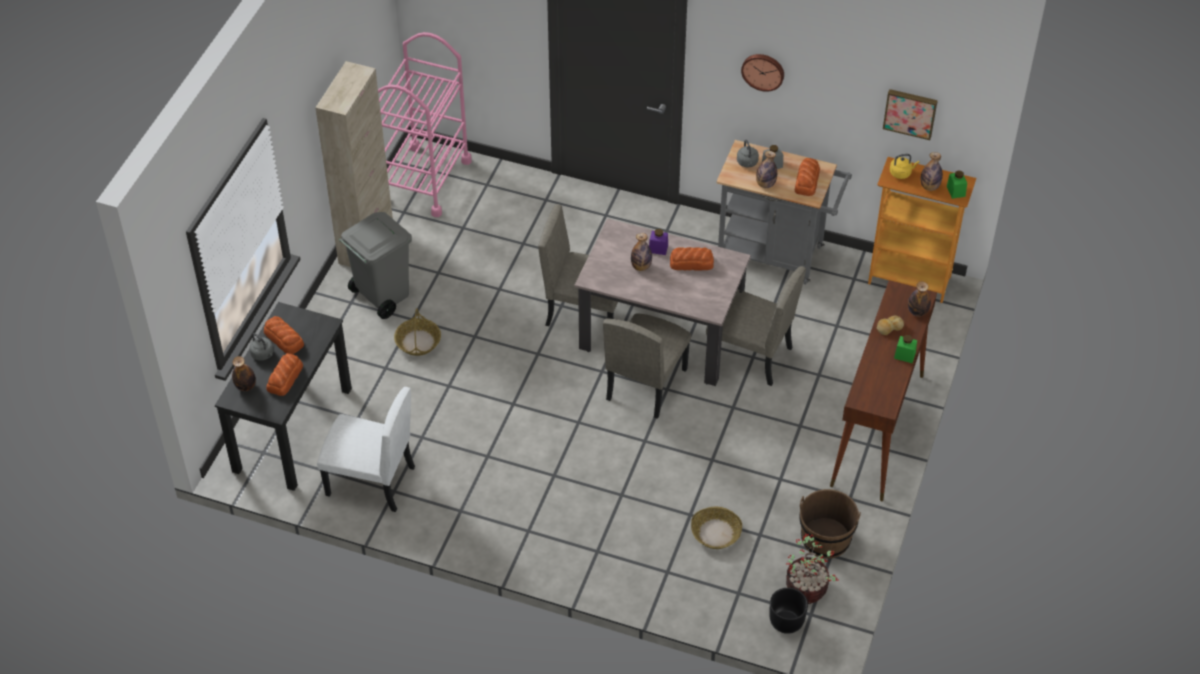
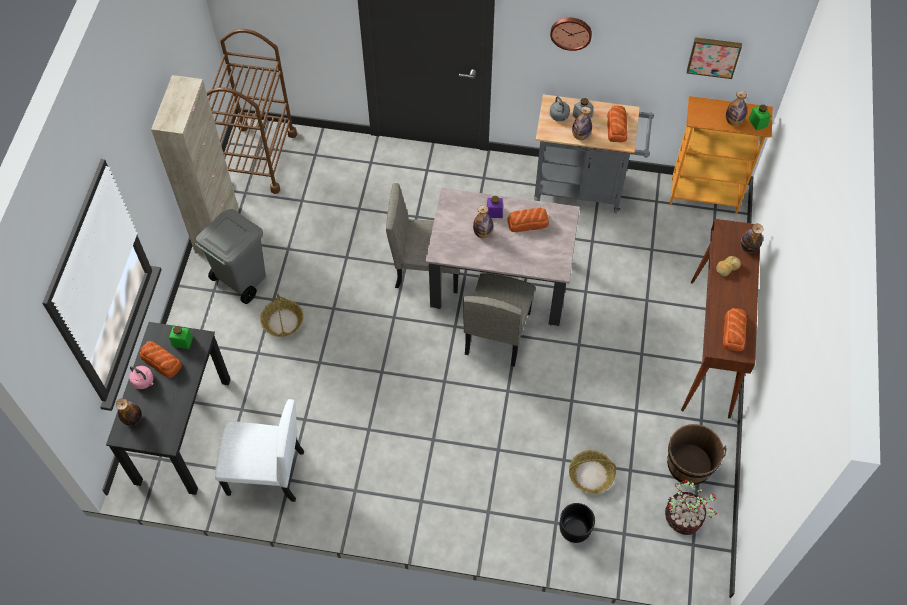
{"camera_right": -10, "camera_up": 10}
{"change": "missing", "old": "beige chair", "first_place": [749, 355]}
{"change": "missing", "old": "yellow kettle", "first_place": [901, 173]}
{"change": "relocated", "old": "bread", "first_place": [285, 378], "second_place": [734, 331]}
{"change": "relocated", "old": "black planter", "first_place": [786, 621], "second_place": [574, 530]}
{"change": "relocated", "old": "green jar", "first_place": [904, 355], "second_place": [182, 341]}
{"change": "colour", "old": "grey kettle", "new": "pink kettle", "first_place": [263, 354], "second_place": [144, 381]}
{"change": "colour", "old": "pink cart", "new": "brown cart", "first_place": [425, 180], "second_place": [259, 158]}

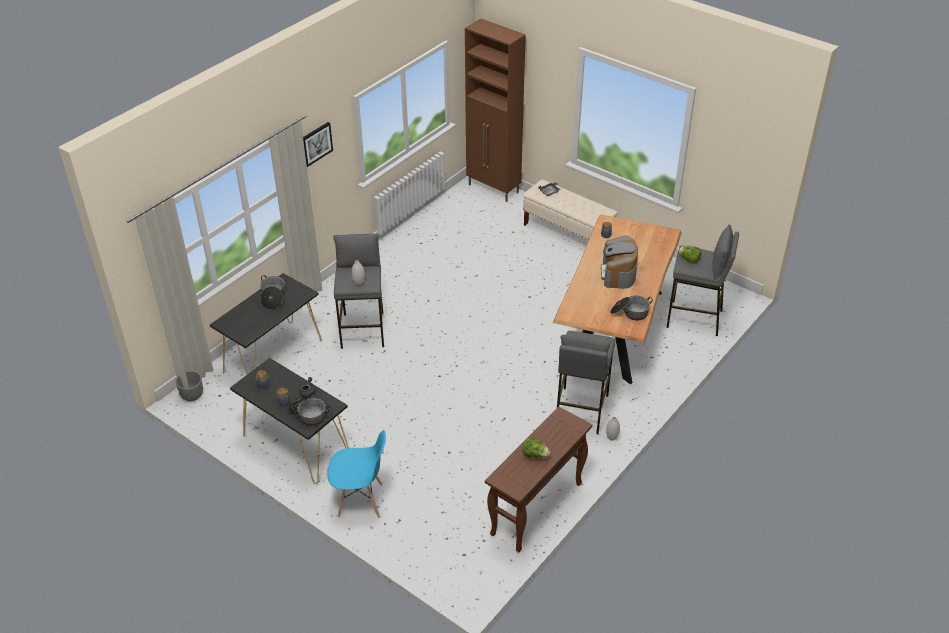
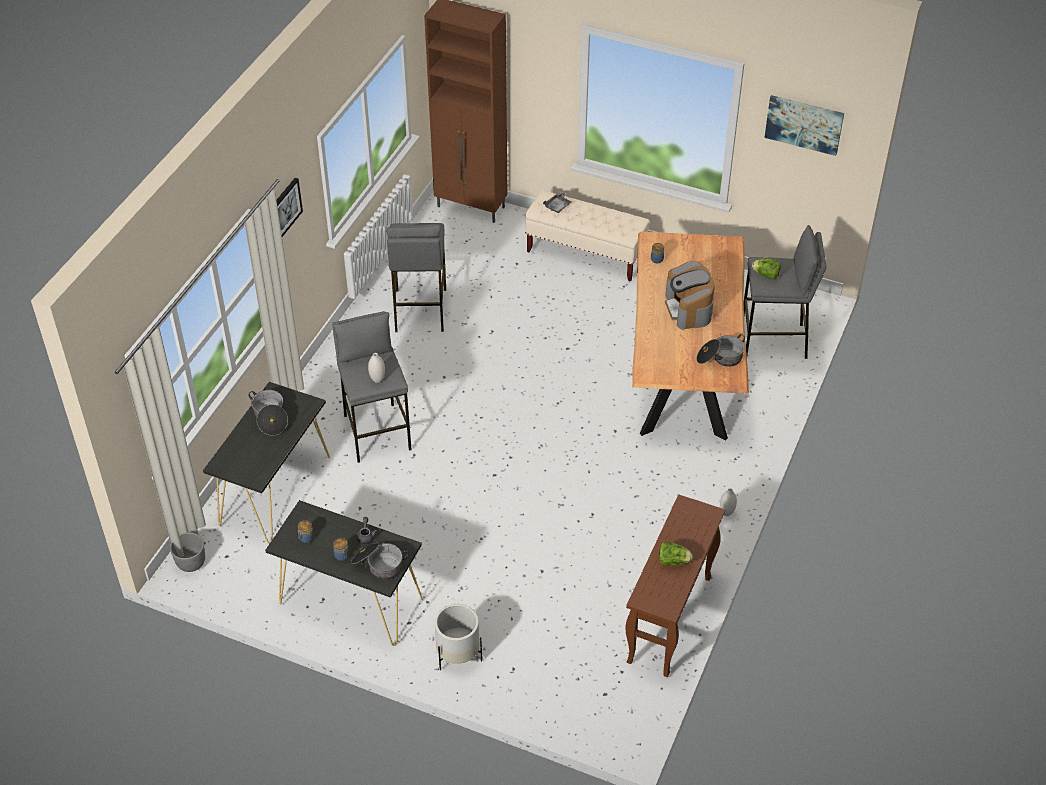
{"camera_right": -15, "camera_up": 5}
{"change": "appeared", "new": "picture", "second_place": [804, 124]}
{"change": "relocated", "old": "grey stool", "first_place": [580, 410], "second_place": [419, 310]}
{"change": "exchanged", "old": "blue chair", "new": "white planter", "first_place": [361, 501], "second_place": [458, 655]}

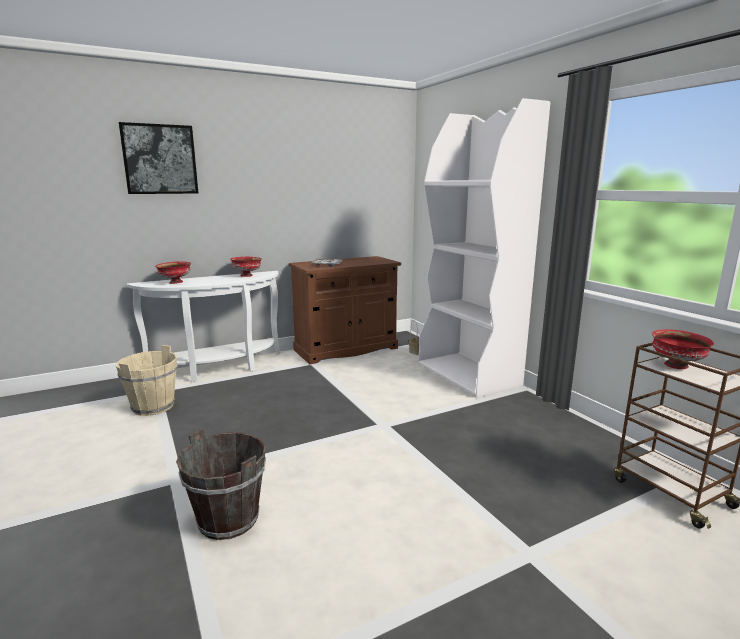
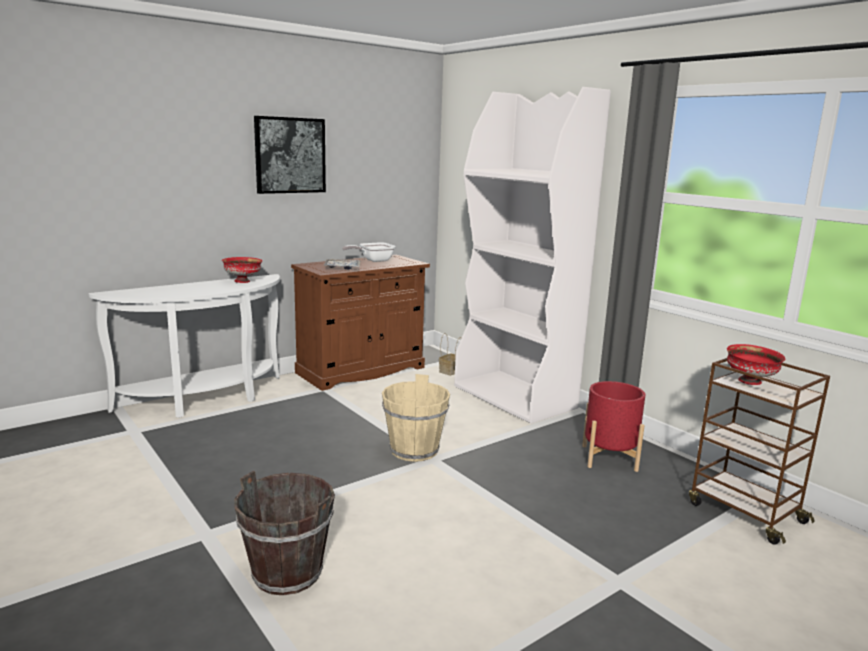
{"camera_right": -10, "camera_up": 0}
{"change": "missing", "old": "red bowl", "first_place": [175, 282]}
{"change": "appeared", "new": "frying pan", "second_place": [373, 260]}
{"change": "appeared", "new": "red planter", "second_place": [609, 458]}
{"change": "relocated", "old": "beige bucket", "first_place": [153, 407], "second_place": [414, 450]}
{"change": "relocated", "old": "picture", "first_place": [160, 159], "second_place": [290, 155]}

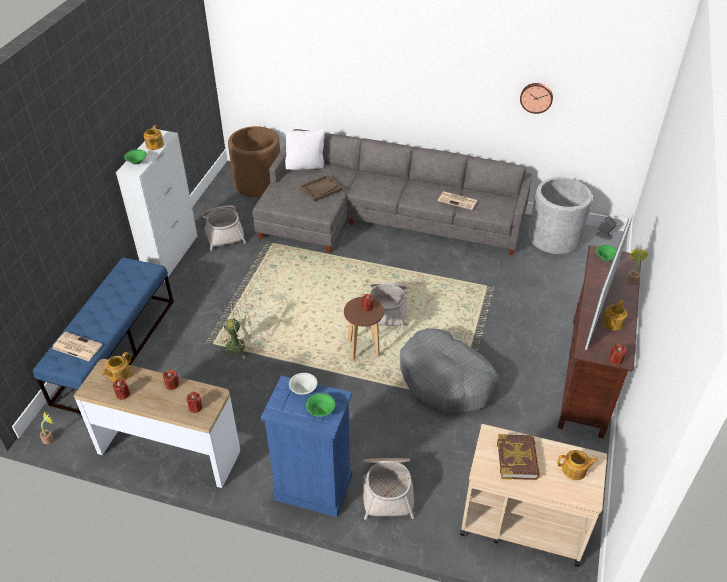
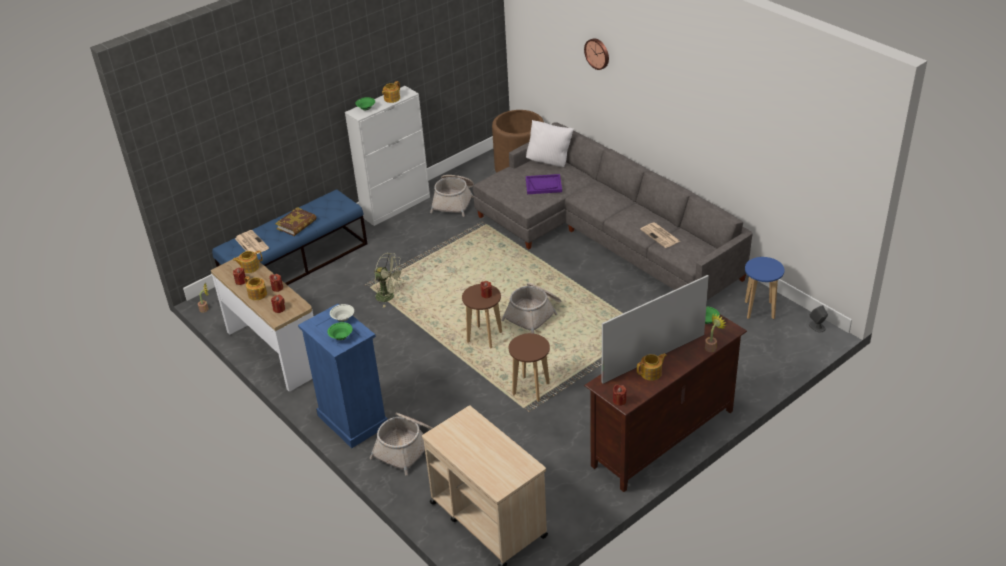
{"camera_right": 35, "camera_up": -5}
{"change": "relocated", "old": "book", "first_place": [517, 459], "second_place": [297, 224]}
{"change": "relocated", "old": "wall clock", "first_place": [536, 97], "second_place": [597, 53]}
{"change": "relocated", "old": "teapot", "first_place": [574, 470], "second_place": [257, 294]}
{"change": "exchanged", "old": "grey dog bed", "new": "brown stool", "first_place": [446, 380], "second_place": [530, 389]}
{"change": "exchanged", "old": "grey planter", "new": "blue stool", "first_place": [554, 238], "second_place": [759, 310]}
{"change": "colour", "old": "brown tray", "new": "purple tray", "first_place": [321, 189], "second_place": [543, 185]}

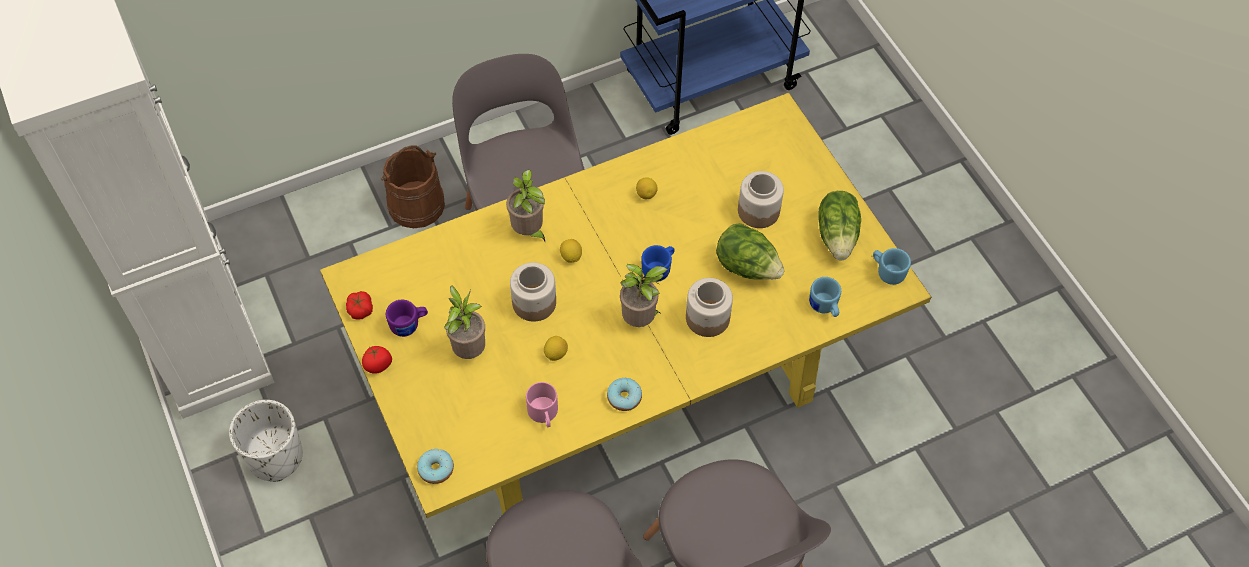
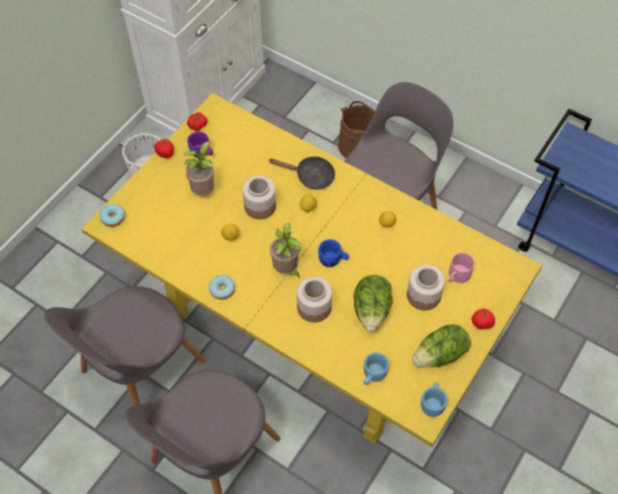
{"camera_right": 60, "camera_up": 0}
{"change": "appeared", "new": "tomato", "second_place": [482, 323]}
{"change": "relocated", "old": "pink mug", "first_place": [544, 414], "second_place": [457, 276]}
{"change": "exchanged", "old": "potted plant", "new": "black frying pan", "first_place": [529, 232], "second_place": [310, 176]}

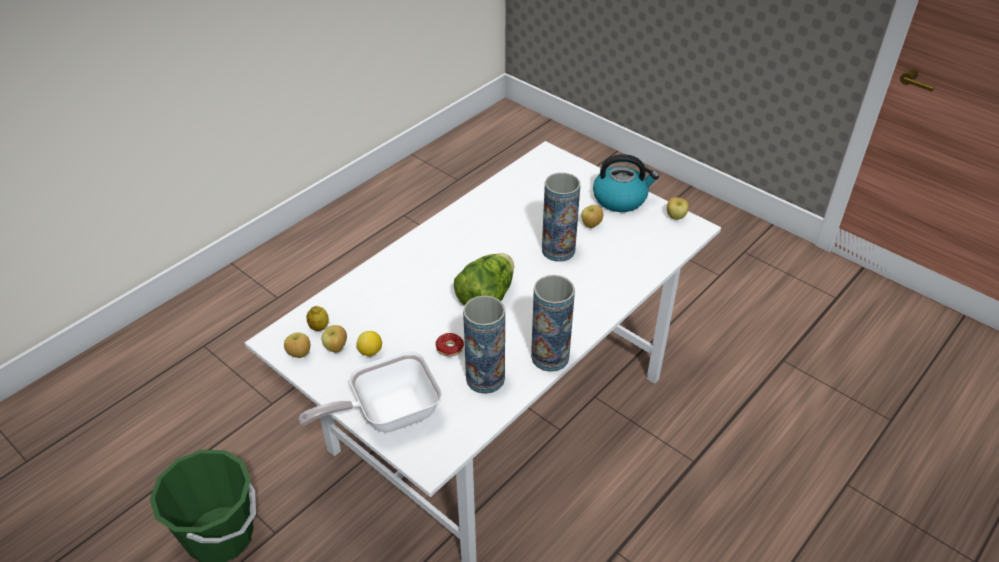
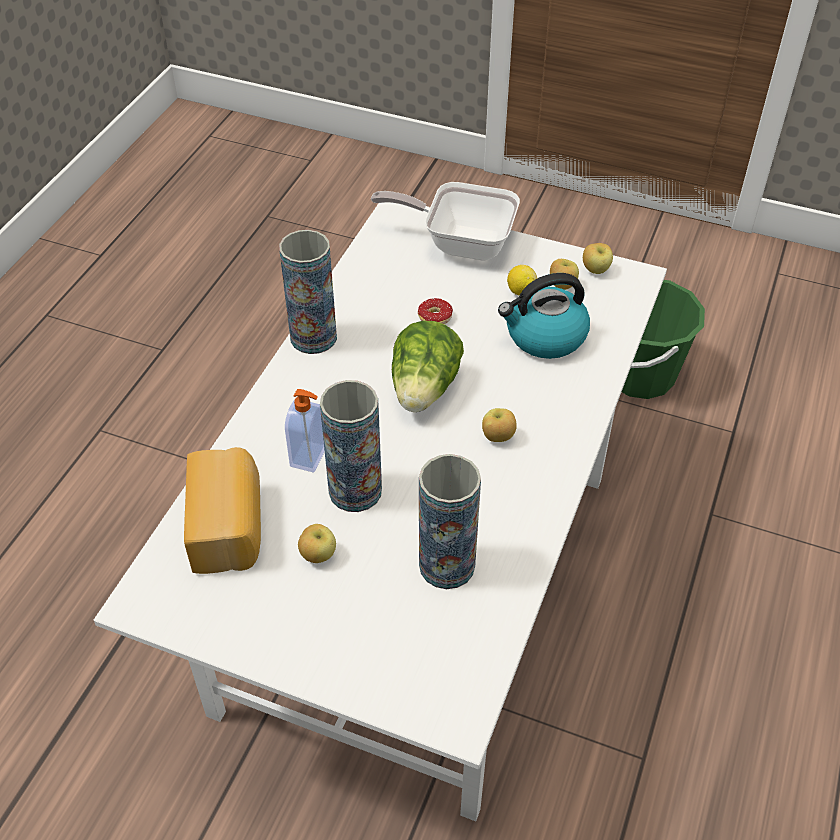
{"camera_right": 160, "camera_up": 5}
{"change": "missing", "old": "lemon", "first_place": [319, 327]}
{"change": "appeared", "new": "bread", "second_place": [229, 527]}
{"change": "appeared", "new": "soap dispenser", "second_place": [310, 457]}
{"change": "relocated", "old": "vase", "first_place": [485, 378], "second_place": [447, 565]}
{"change": "relocated", "old": "kettle", "first_place": [620, 199], "second_place": [544, 336]}
{"change": "relocated", "old": "apple", "first_place": [676, 217], "second_place": [497, 437]}
{"change": "spun", "old": "frying pan", "first_place": [388, 414], "second_place": [460, 242], "degrees": -120}

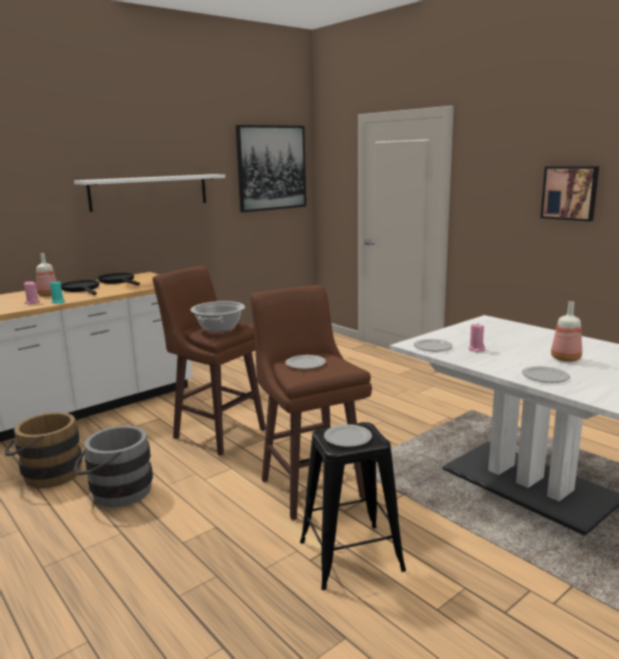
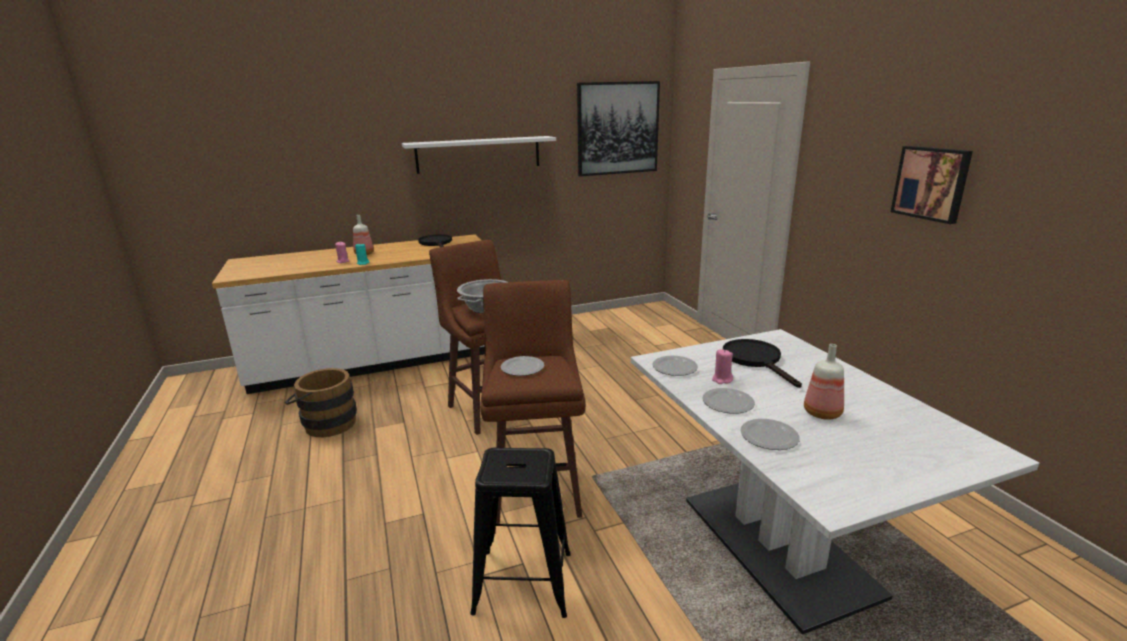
{"camera_right": 20, "camera_up": 5}
{"change": "missing", "old": "grey bucket", "first_place": [116, 492]}
{"change": "relocated", "old": "black frying pan", "first_place": [82, 289], "second_place": [756, 360]}
{"change": "relocated", "old": "plate", "first_place": [348, 438], "second_place": [728, 403]}

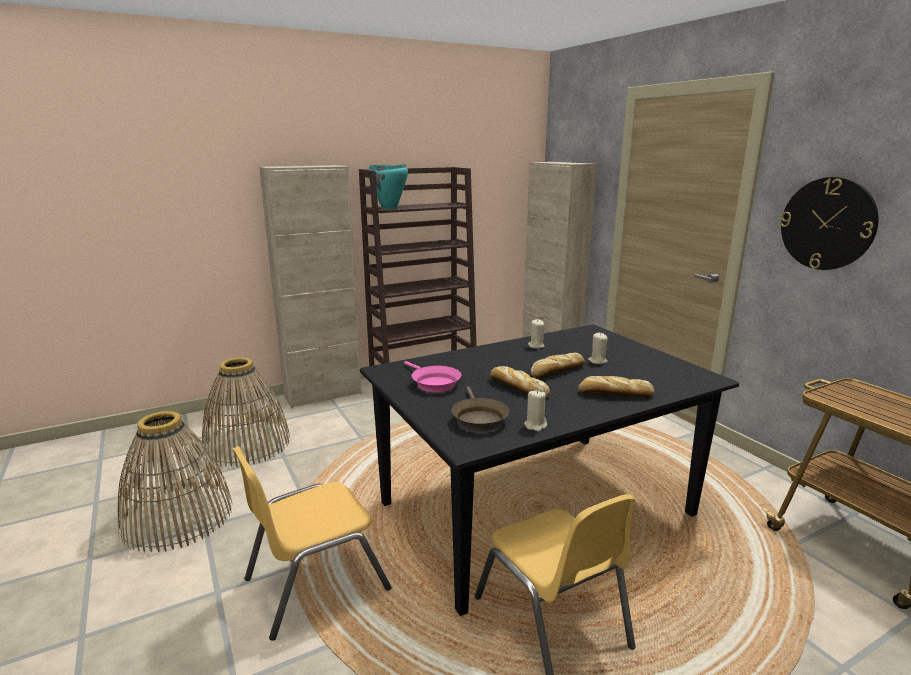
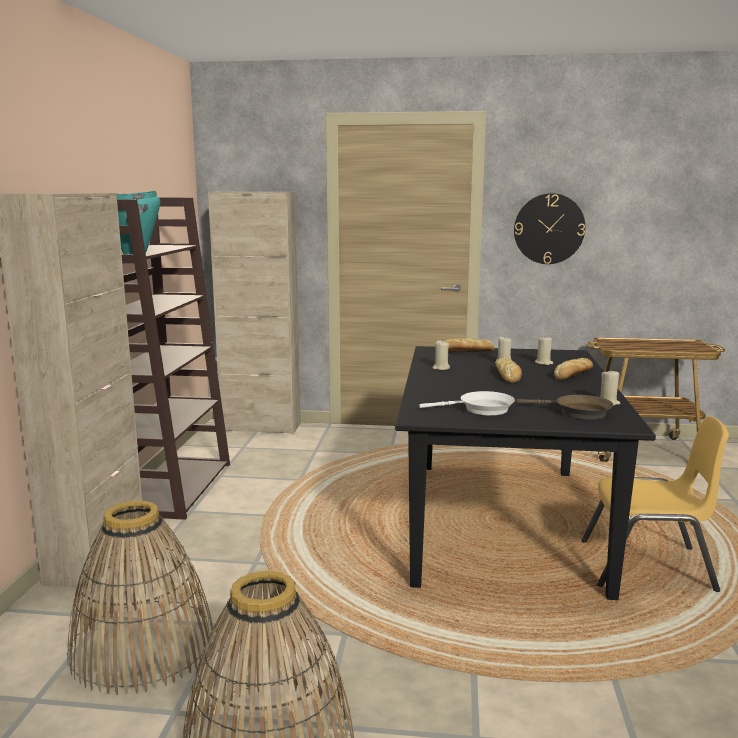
{"camera_right": -55, "camera_up": -5}
{"change": "missing", "old": "yellow chair", "first_place": [315, 583]}
{"change": "appeared", "new": "beige candle", "second_place": [543, 363]}
{"change": "relocated", "old": "bread", "first_place": [517, 387], "second_place": [465, 351]}
{"change": "colour", "old": "pink frying pan", "new": "white frying pan", "first_place": [433, 383], "second_place": [481, 409]}

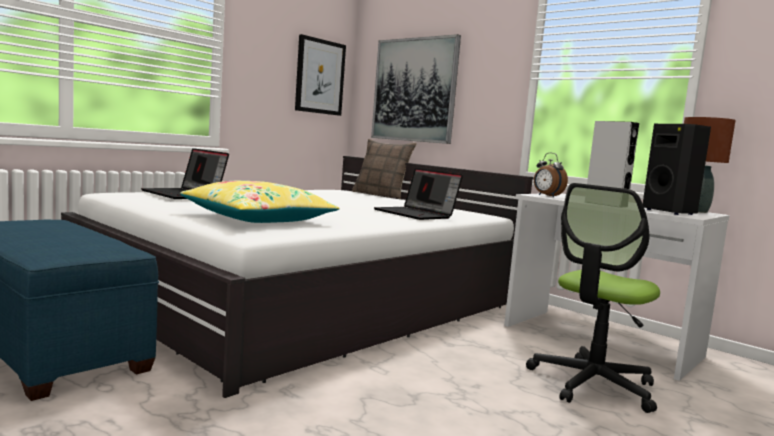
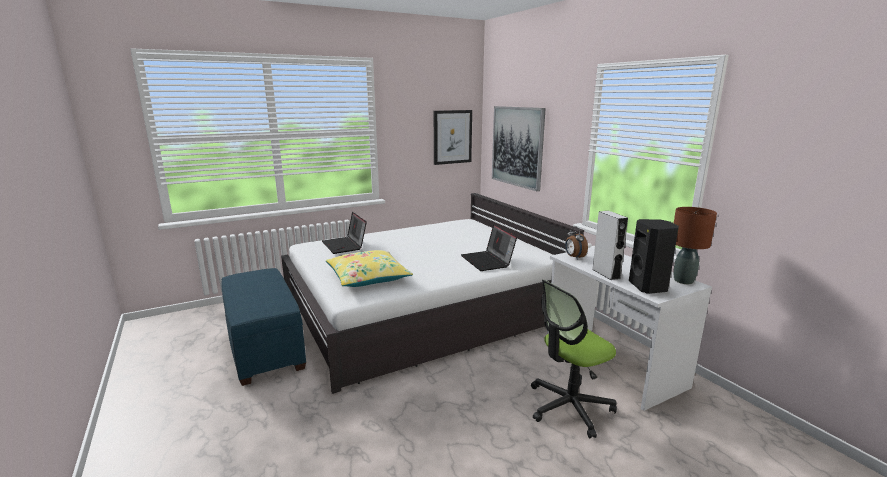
{"camera_right": 20, "camera_up": 10}
{"change": "missing", "old": "pillow", "first_place": [381, 195]}

